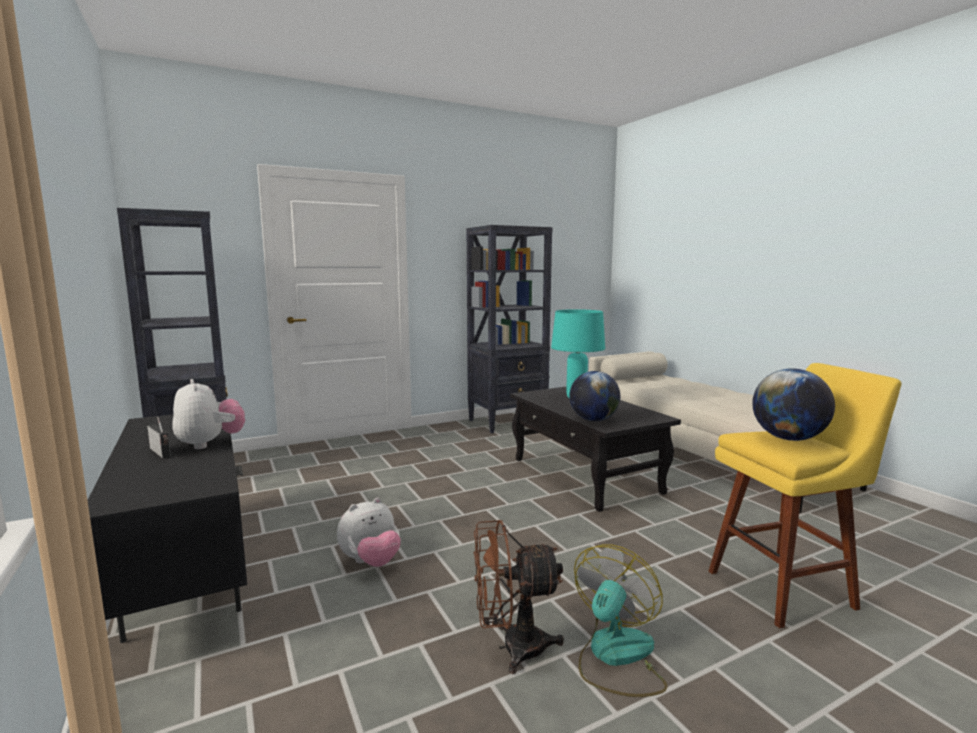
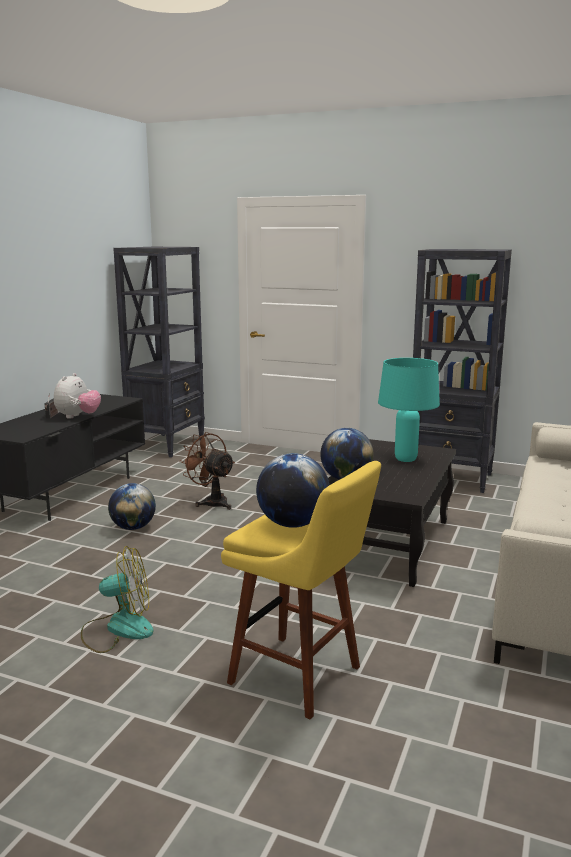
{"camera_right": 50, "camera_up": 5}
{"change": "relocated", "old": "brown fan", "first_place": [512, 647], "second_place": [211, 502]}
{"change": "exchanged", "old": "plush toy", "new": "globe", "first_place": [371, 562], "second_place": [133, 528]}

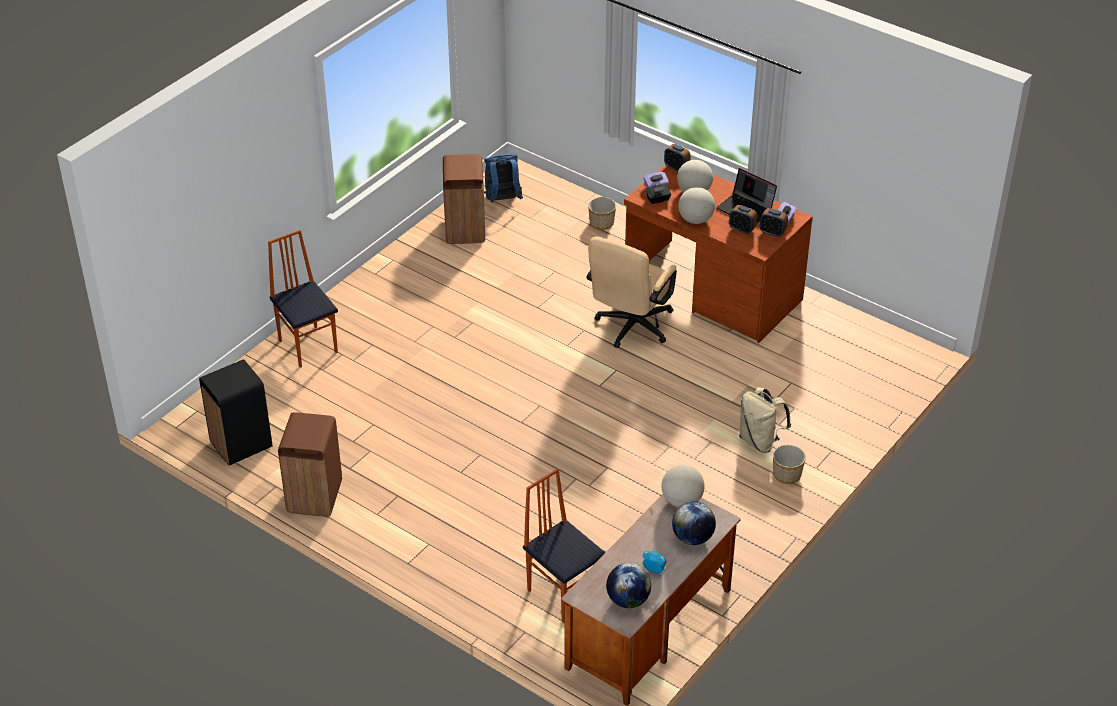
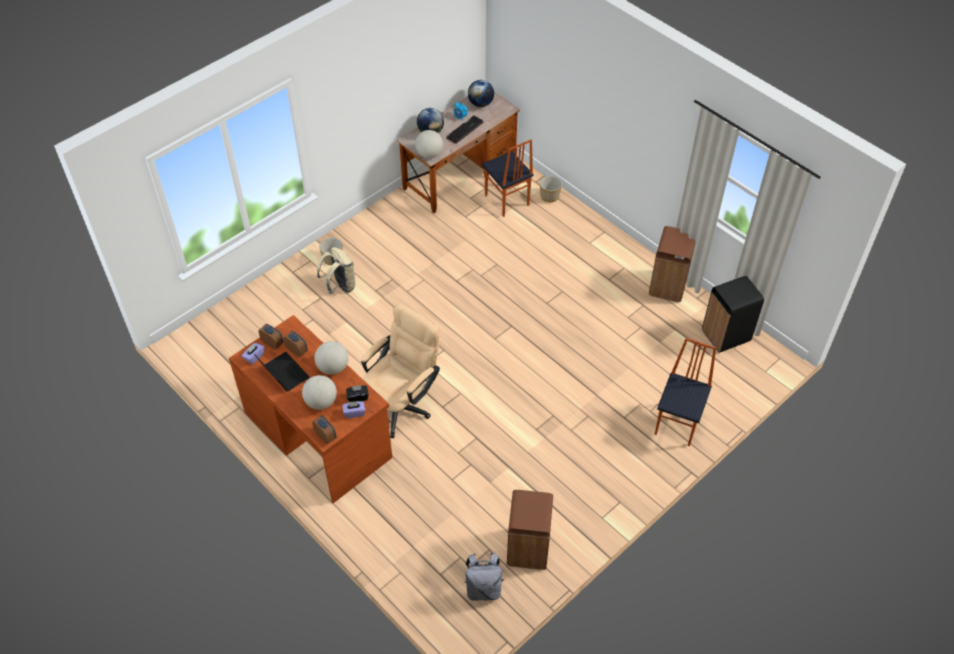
{"camera_right": -170, "camera_up": 10}
{"change": "appeared", "new": "keyboard", "second_place": [464, 129]}
{"change": "relocated", "old": "planter", "first_place": [601, 223], "second_place": [549, 196]}
{"change": "colour", "old": "blue backpack", "new": "grey backpack", "first_place": [502, 200], "second_place": [483, 588]}
{"change": "spun", "old": "chair", "first_place": [309, 346], "second_place": [678, 424], "degrees": -135}

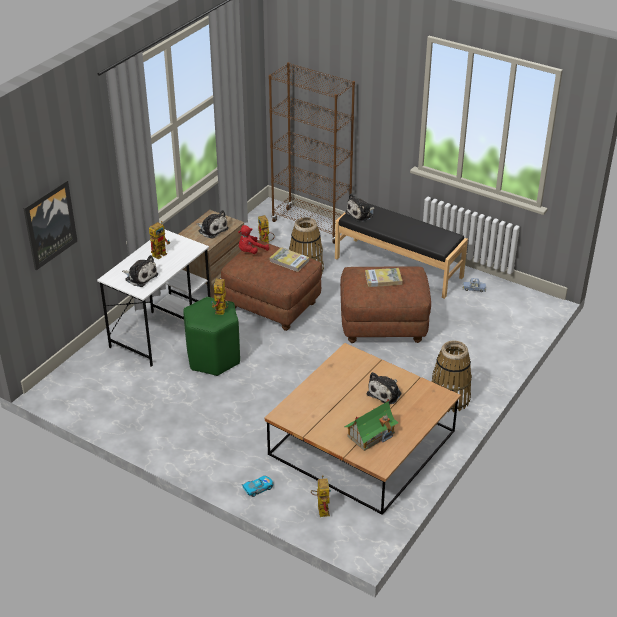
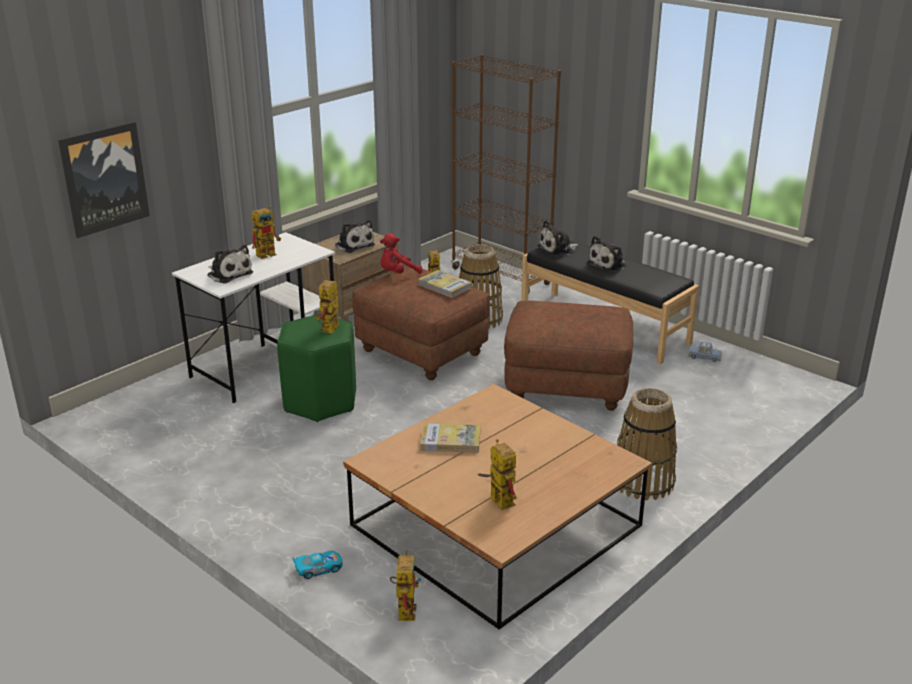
{"camera_right": 10, "camera_up": -10}
{"change": "relocated", "old": "book", "first_place": [383, 279], "second_place": [450, 441]}
{"change": "relocated", "old": "plush toy", "first_place": [385, 393], "second_place": [608, 264]}
{"change": "exchanged", "old": "toy house", "new": "toy robot", "first_place": [371, 434], "second_place": [497, 499]}

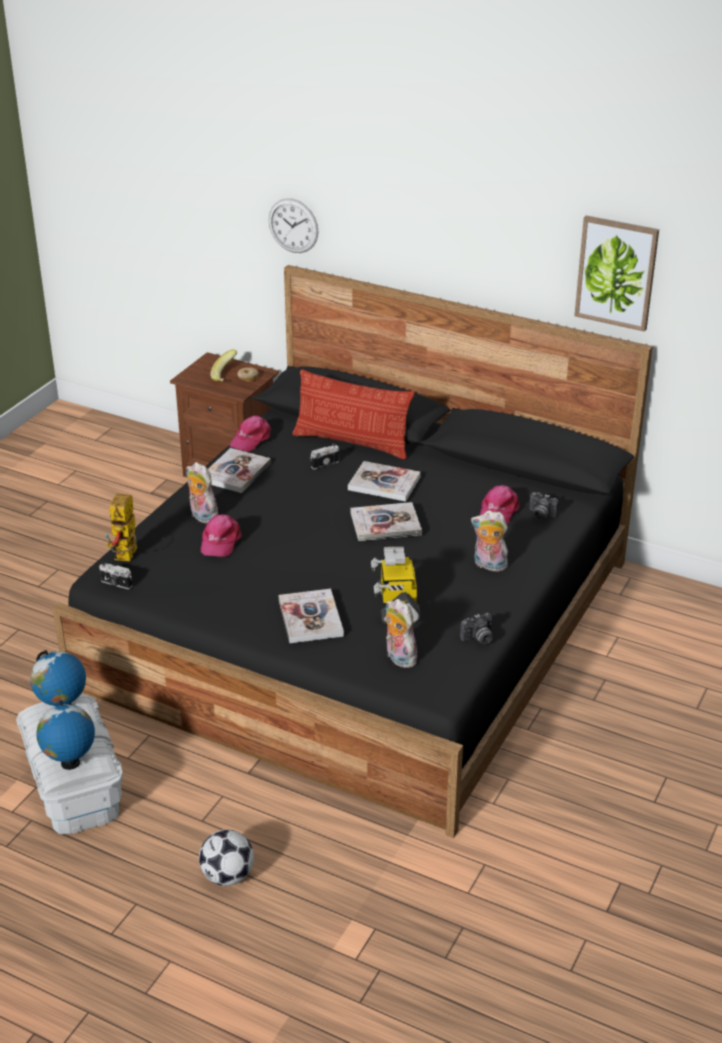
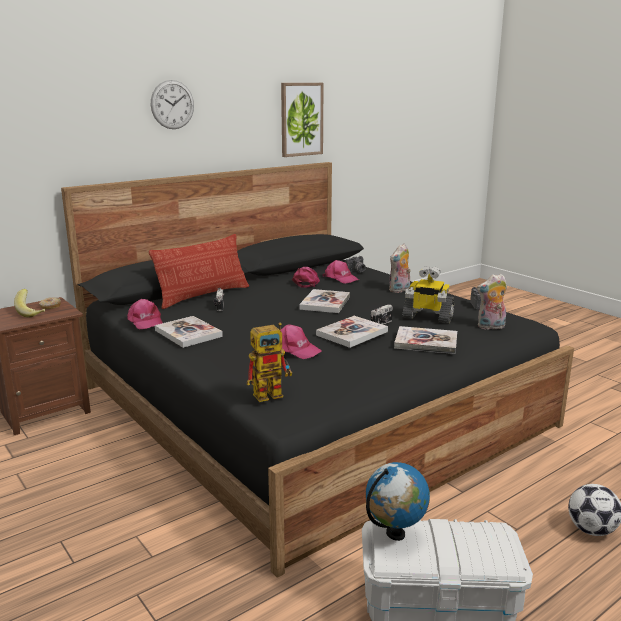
{"camera_right": -65, "camera_up": -15}
{"change": "missing", "old": "globe", "first_place": [70, 763]}
{"change": "missing", "old": "plush toy", "first_place": [201, 516]}
{"change": "appeared", "new": "pink cap", "second_place": [306, 282]}
{"change": "relocated", "old": "photo camera", "first_place": [116, 584], "second_place": [382, 323]}
{"change": "relocated", "old": "wall clock", "first_place": [293, 225], "second_place": [172, 104]}
{"change": "relocated", "old": "book", "first_place": [384, 483], "second_place": [352, 333]}
{"change": "spun", "old": "toy robot", "first_place": [126, 558], "second_place": [273, 393], "degrees": -60}

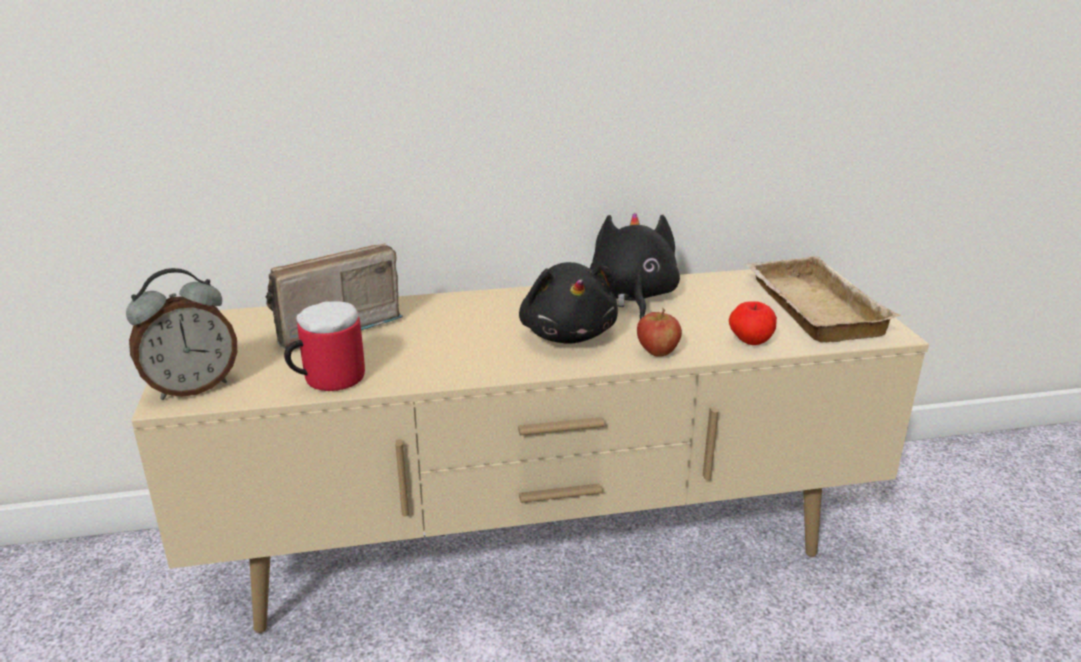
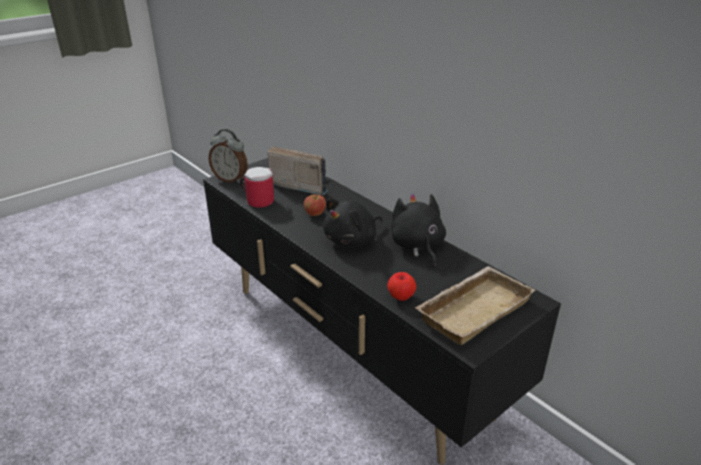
{"camera_right": 60, "camera_up": 5}
{"change": "relocated", "old": "apple", "first_place": [657, 352], "second_place": [315, 214]}
{"change": "colour", "old": "beige tv stand", "new": "black tv stand", "first_place": [542, 551], "second_place": [352, 350]}
{"change": "spun", "old": "black plush toy", "first_place": [632, 296], "second_place": [417, 245], "degrees": -75}

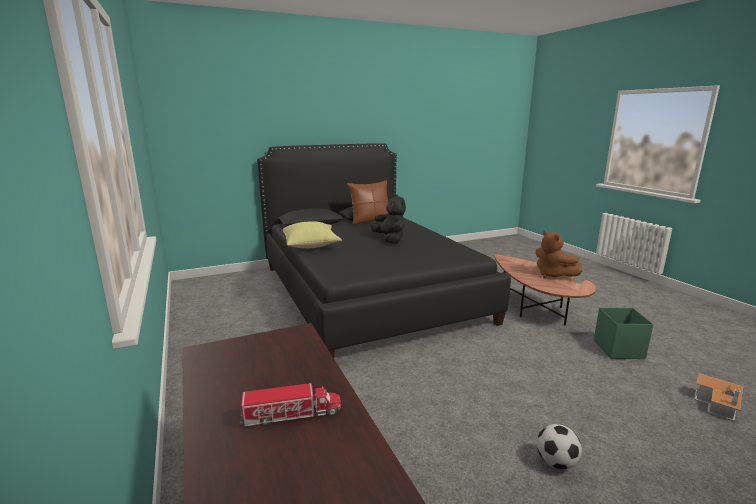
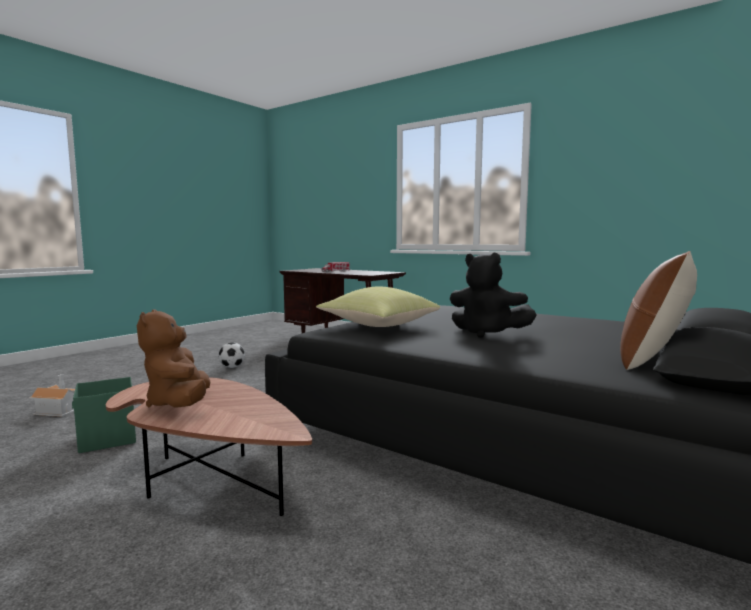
{"camera_right": 150, "camera_up": -10}
{"change": "relocated", "old": "yellow pillow", "first_place": [311, 246], "second_place": [376, 326]}
{"change": "spun", "old": "brown plush toy", "first_place": [552, 275], "second_place": [179, 404], "degrees": -135}

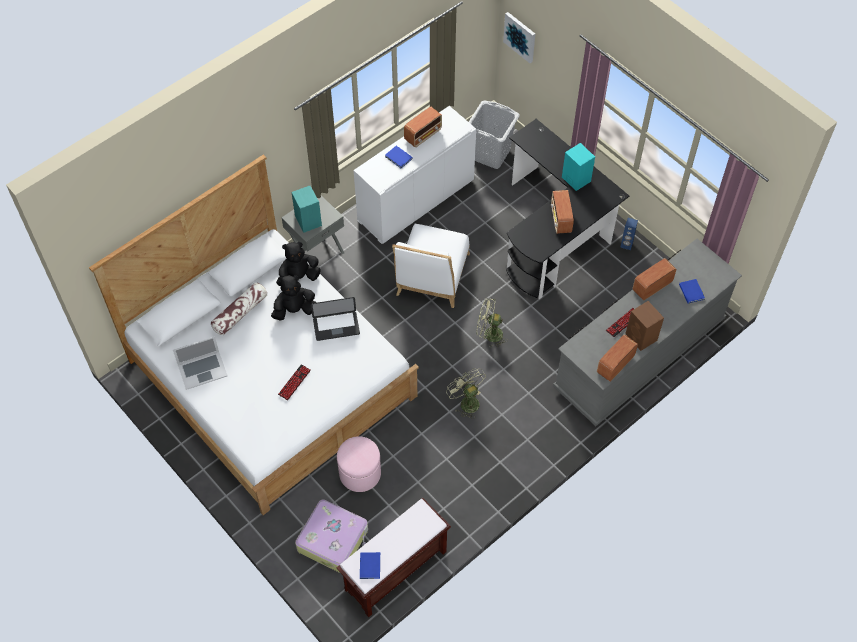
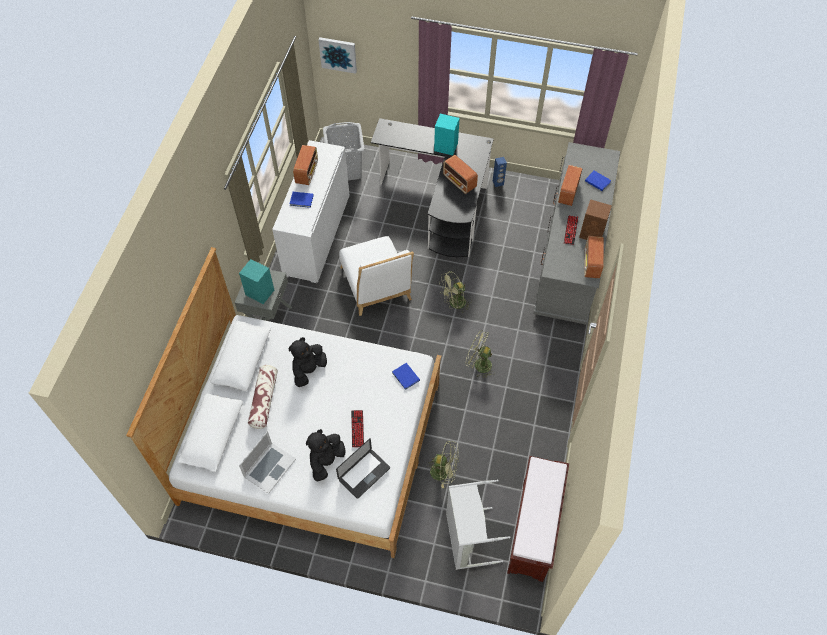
{"camera_right": -35, "camera_up": 0}
{"change": "relocated", "old": "black plush toy", "first_place": [298, 276], "second_place": [326, 460]}
{"change": "relocated", "old": "laptop", "first_place": [336, 326], "second_place": [364, 474]}
{"change": "relocated", "old": "blue book", "first_place": [369, 566], "second_place": [406, 377]}
{"change": "exchanged", "old": "suitcase", "new": "grey laundry basket", "first_place": [333, 540], "second_place": [466, 539]}
{"change": "exchanged", "old": "pink ottoman", "new": "green fan", "first_place": [360, 473], "second_place": [444, 472]}

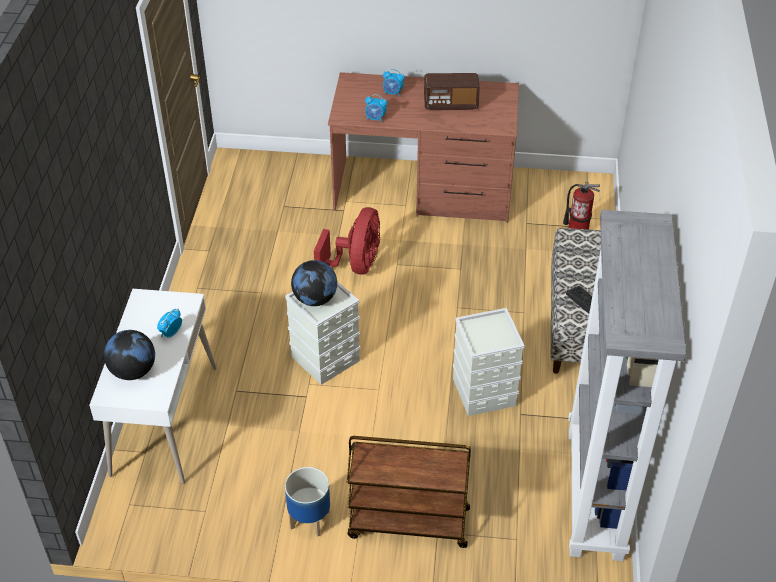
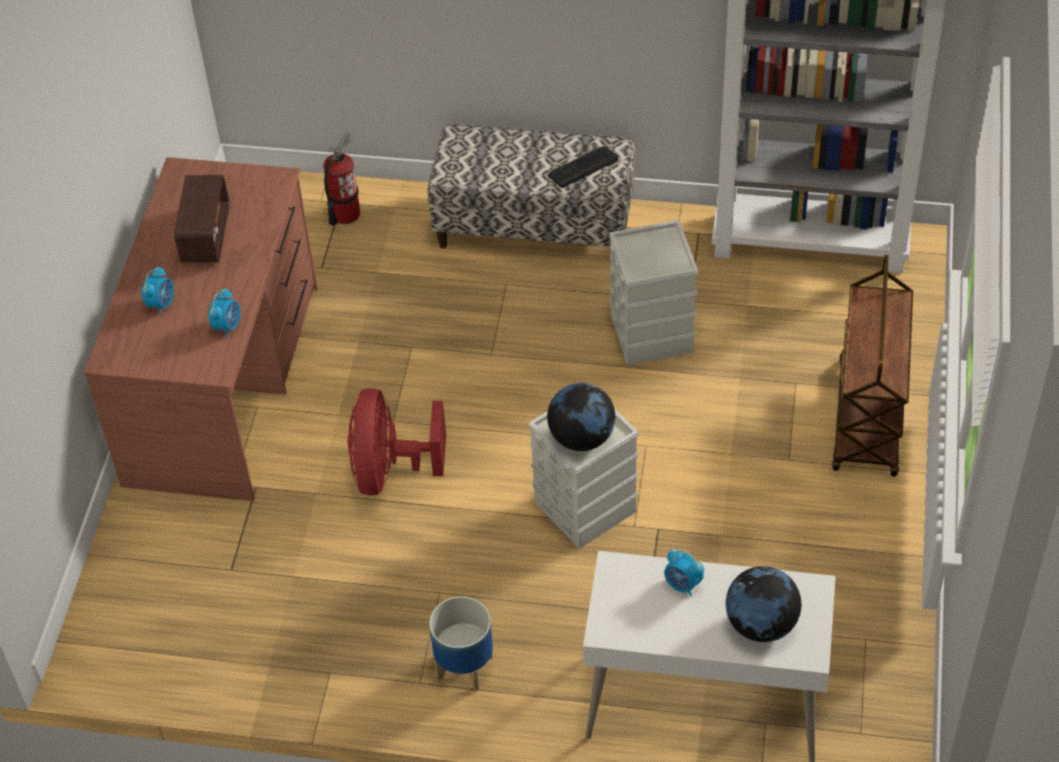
{"camera_right": -85, "camera_up": 5}
{"change": "relocated", "old": "planter", "first_place": [310, 520], "second_place": [465, 666]}
{"change": "spun", "old": "red fan", "first_place": [356, 265], "second_place": [390, 471], "degrees": -105}

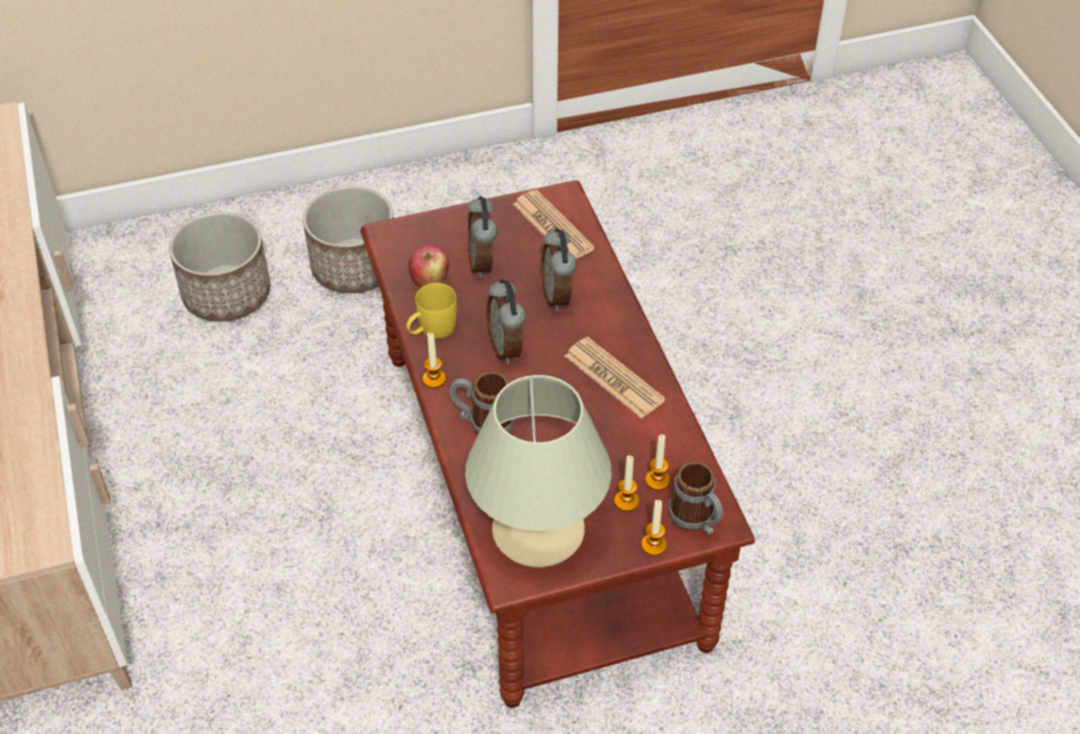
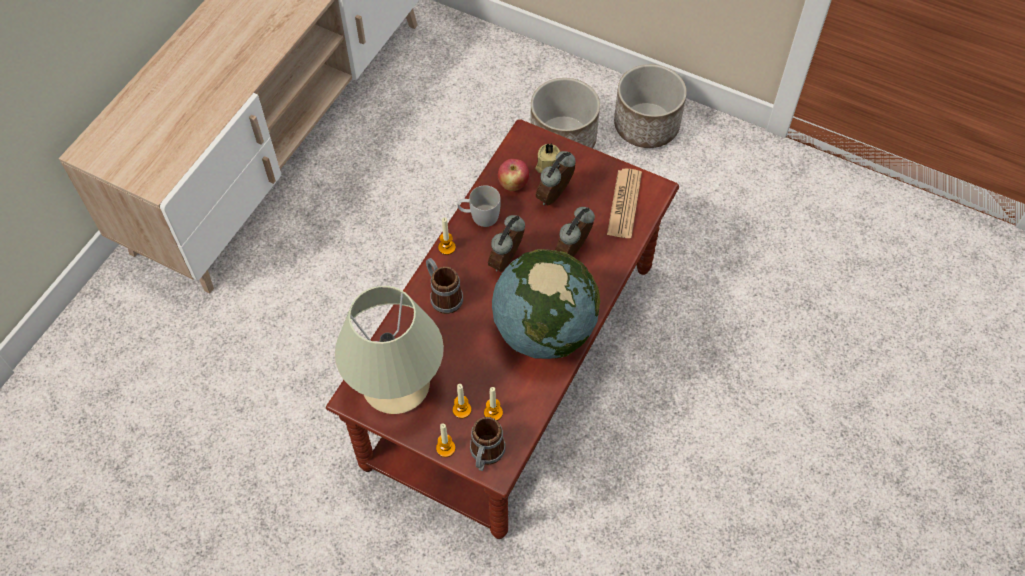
{"camera_right": 45, "camera_up": 10}
{"change": "appeared", "new": "beige candle", "second_place": [547, 165]}
{"change": "relocated", "old": "planter", "first_place": [227, 294], "second_place": [646, 125]}
{"change": "exchanged", "old": "newspaper", "new": "globe", "first_place": [614, 378], "second_place": [544, 330]}
{"change": "colour", "old": "yellow mug", "new": "white mug", "first_place": [431, 330], "second_place": [479, 216]}

